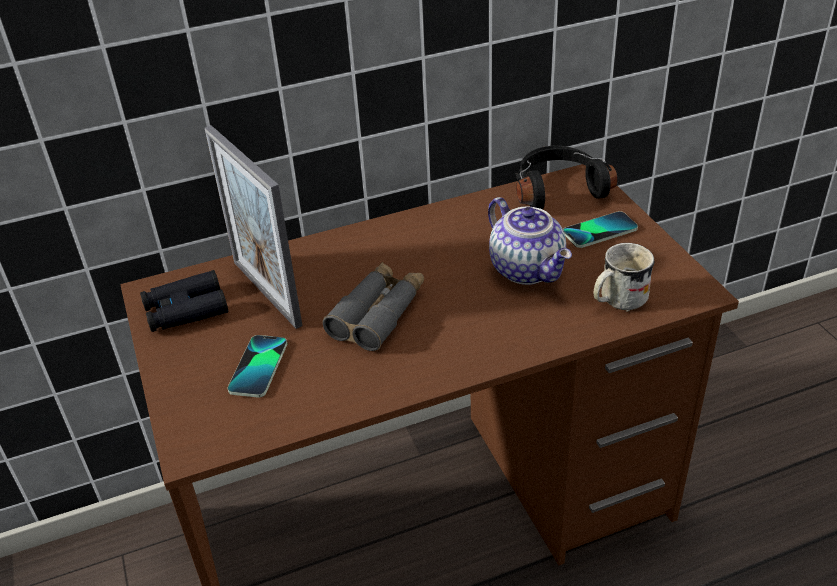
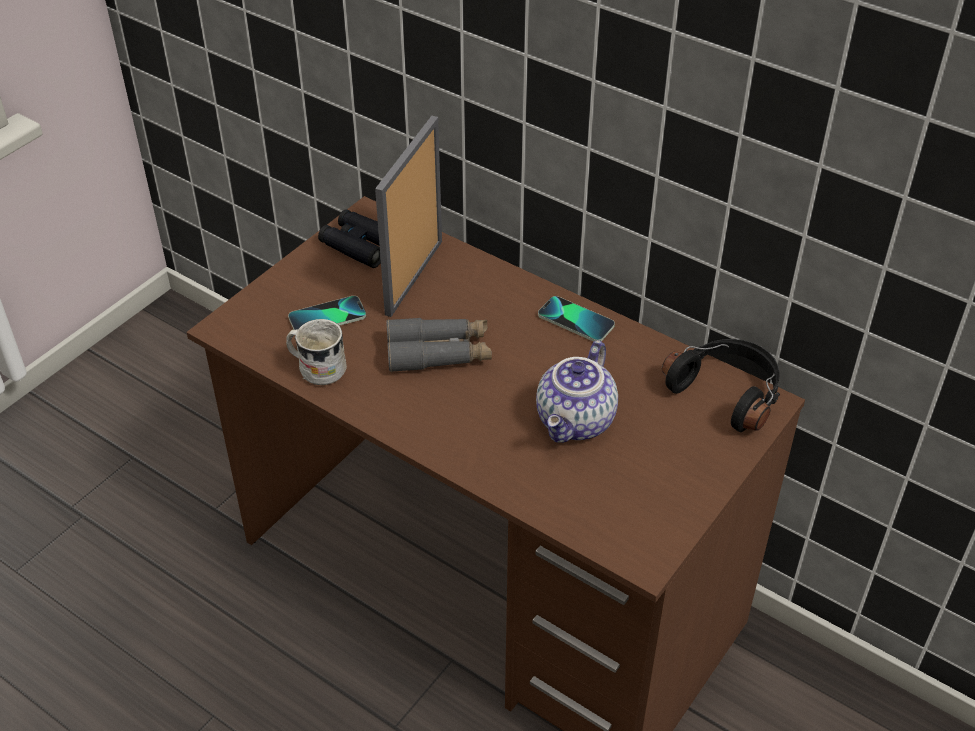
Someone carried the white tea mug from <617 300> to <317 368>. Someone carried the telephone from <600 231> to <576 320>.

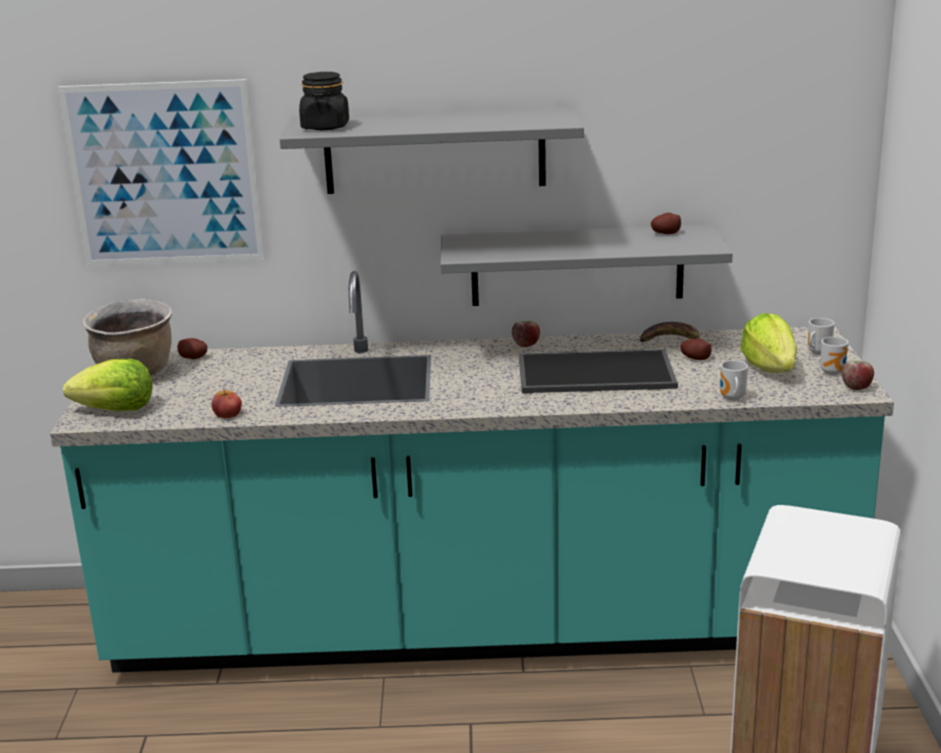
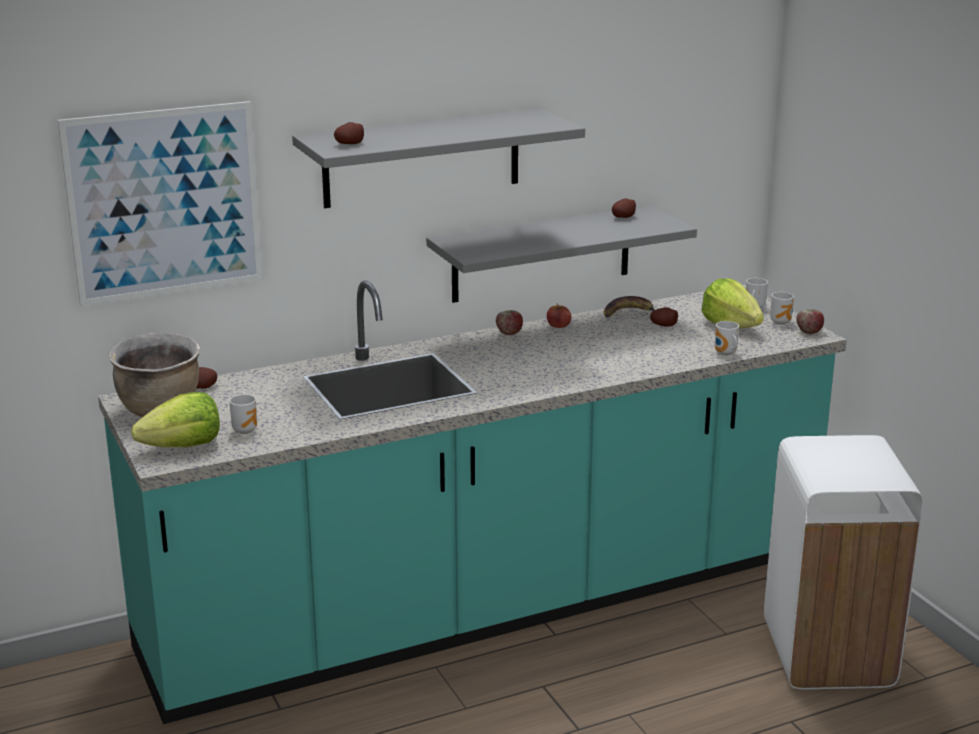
Someone put down the tea mug at <246 430>. Someone swapped the black-coloured preserve jar at <325 127> for the whole potato at <349 144>. Someone carried the apple fruit from <227 414> to <558 325>. Someone took away the serving tray at <594 374>.

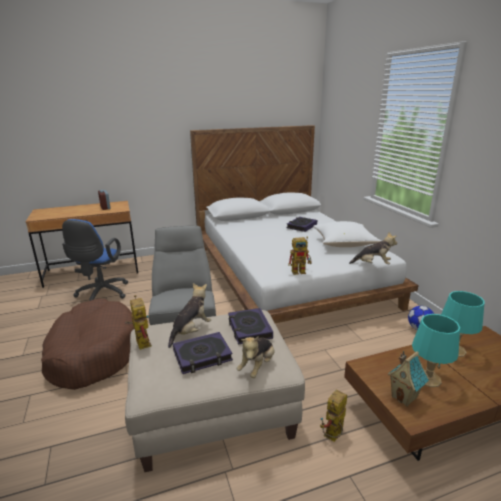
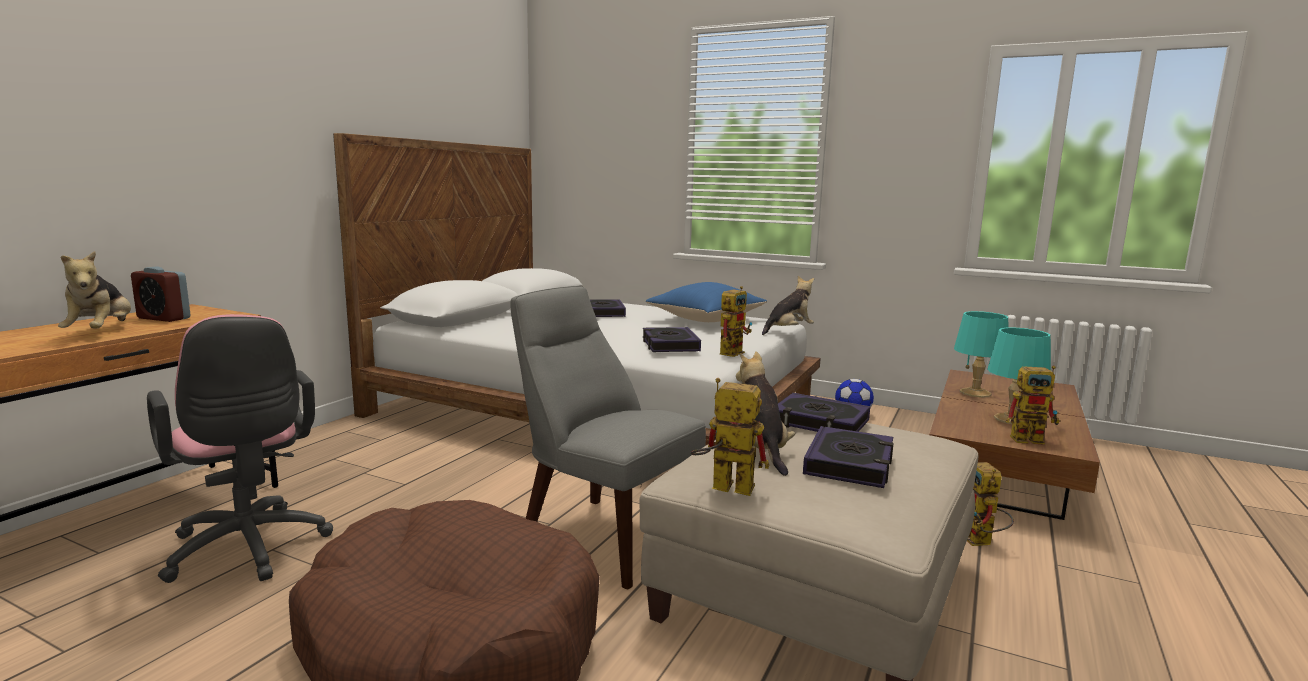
Someone carried the plush toy from <257 366> to <101 332>. Someone repainted the blue computer chair at <101 295>, which became the pink computer chair at <249 551>. Someone put down the book at <670 345>. Someone repainted the white cushion at <344 244>, which became the blue cushion at <706 320>. Someone swapped the model house at <404 397> for the toy robot at <1033 439>.

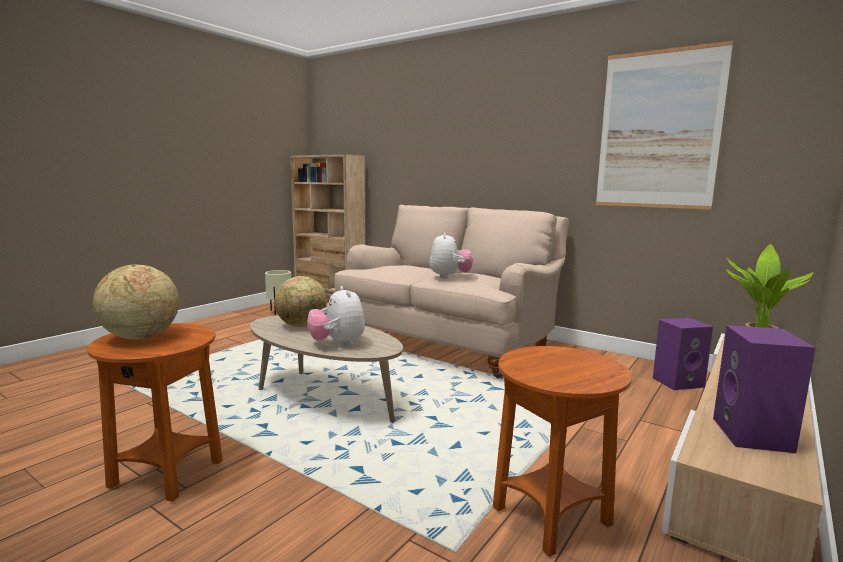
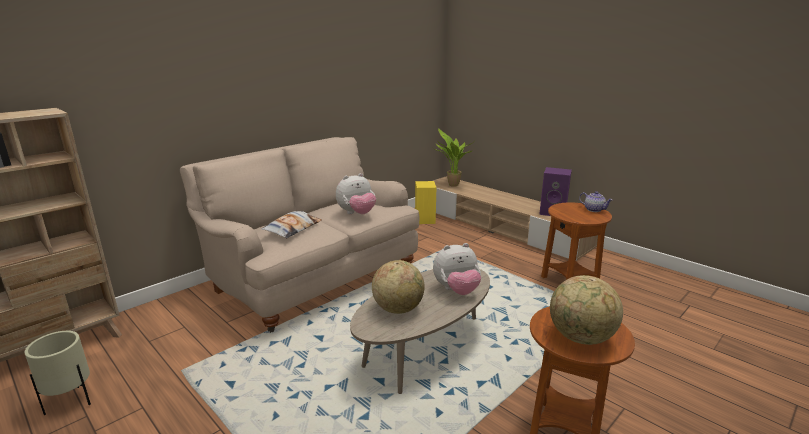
Someone put down the cushion at <292 228>. Someone rotated the plush toy at <450 277> by 135 degrees clockwise. Someone repainted the purple-coloured audio speaker at <678 382>, which became the yellowish audio speaker at <424 219>. Someone put down the tea pot at <593 209>. Someone took away the picture at <658 130>.

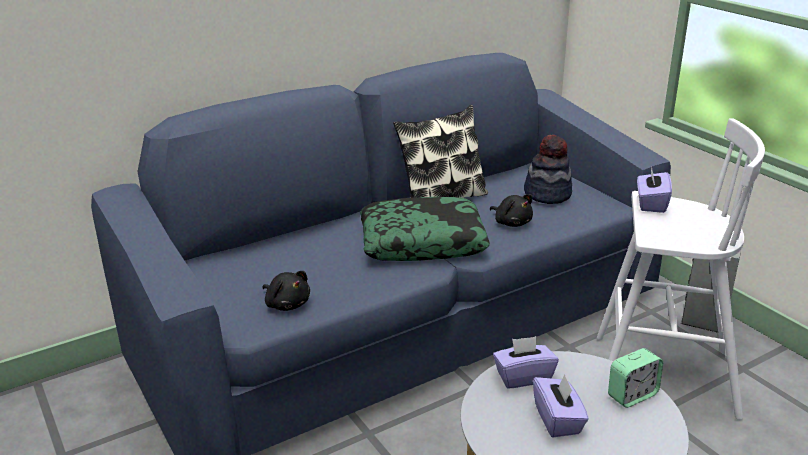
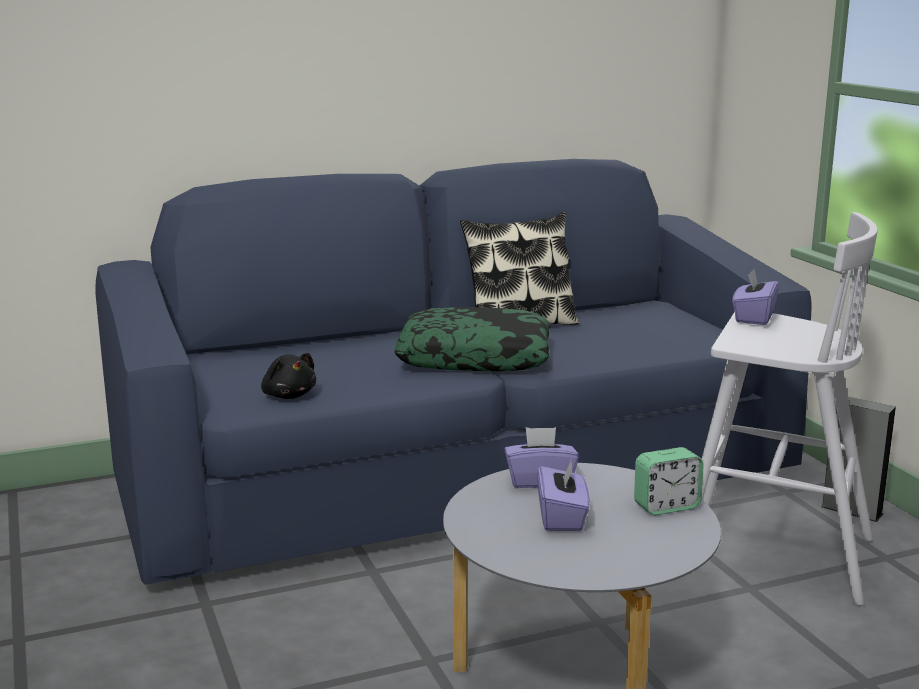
Someone took away the black-coloured plush toy at <511 222>. Someone took away the wearable hat at <547 194>.

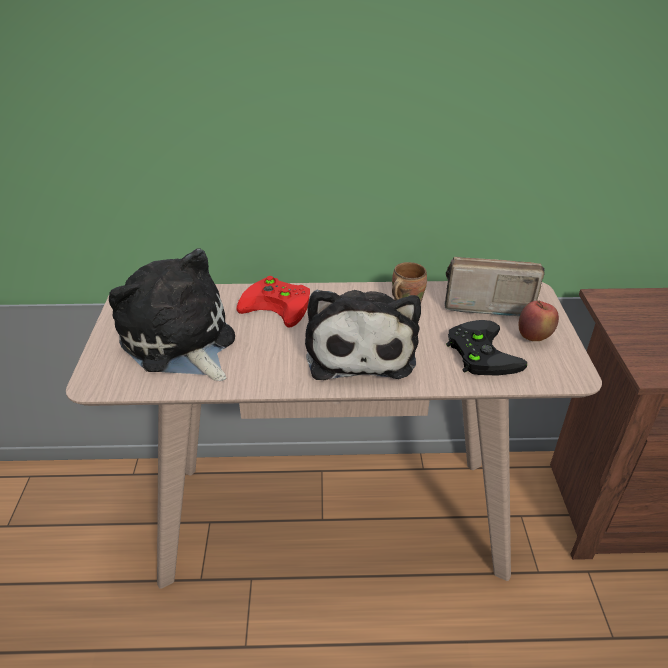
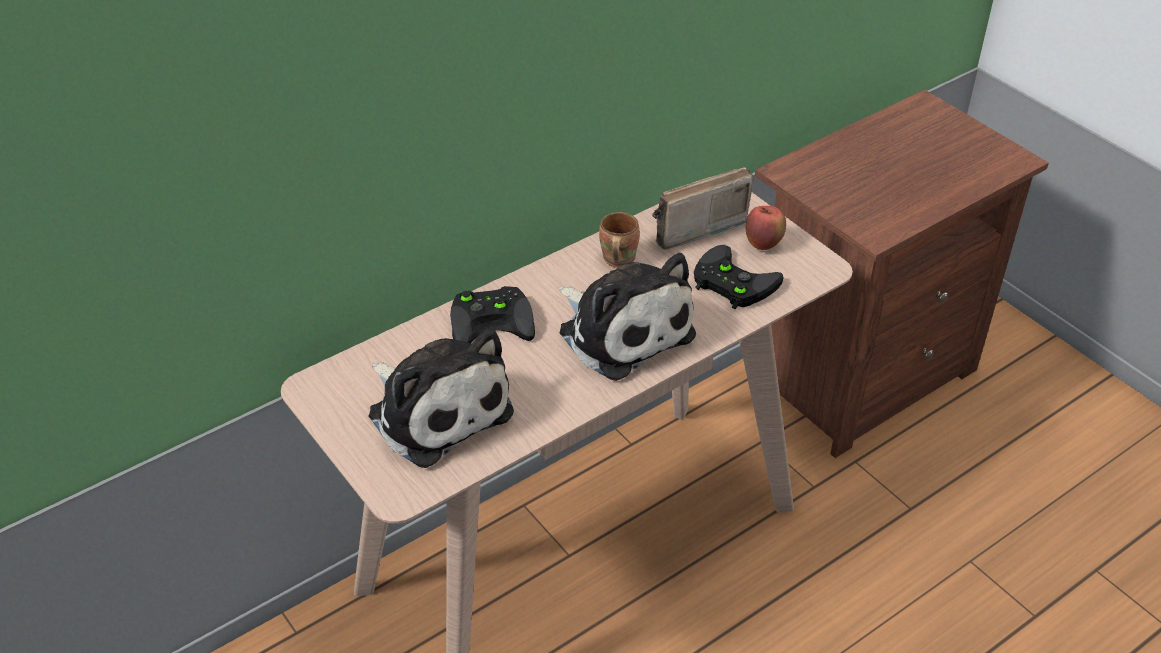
Someone rotated the plush toy at <180 342> by 150 degrees counterclockwise. Someone repainted the red game controller at <280 305>, which became the black-coloured game controller at <493 320>.

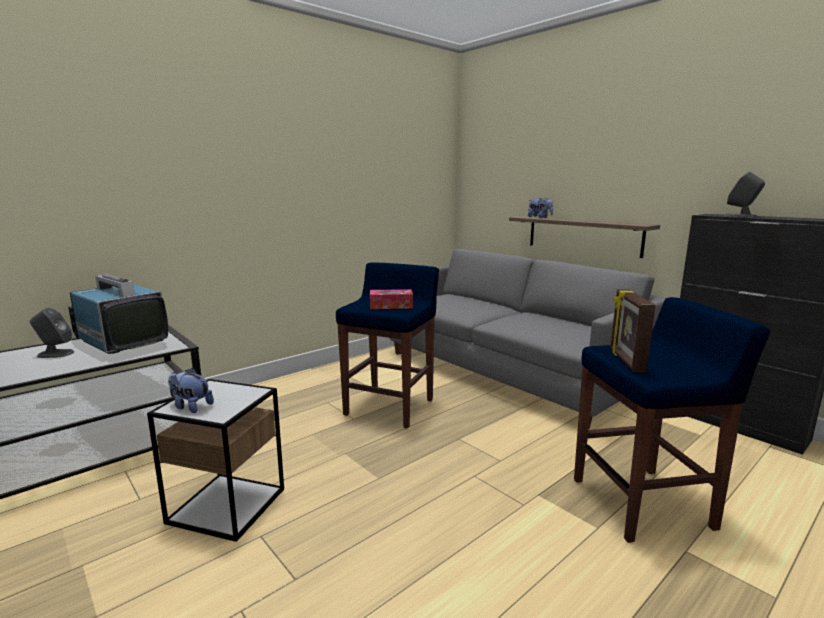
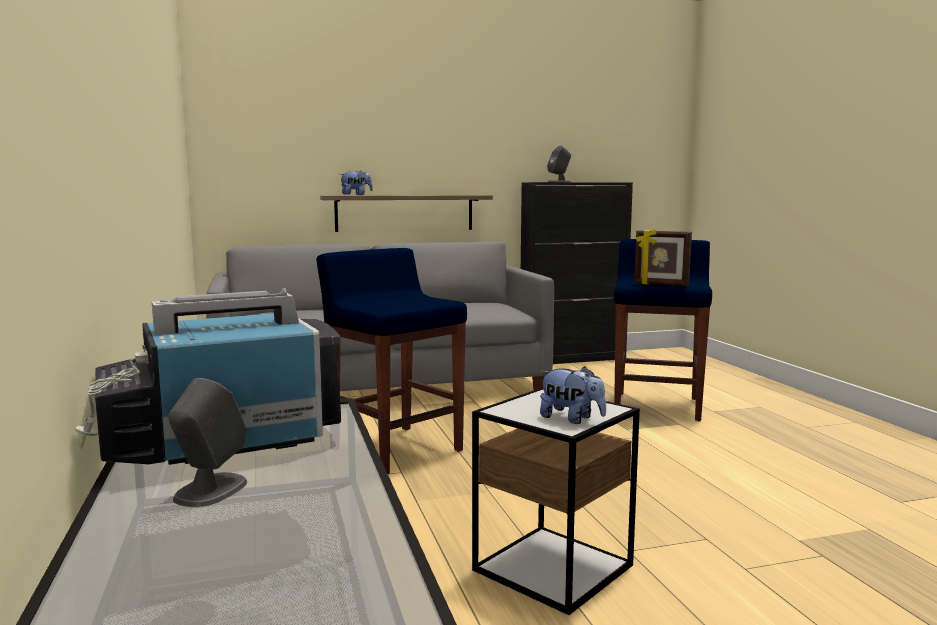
Someone rotated the plush toy at <191 406> by 105 degrees counterclockwise. Someone took away the box of tissues at <391 306>.

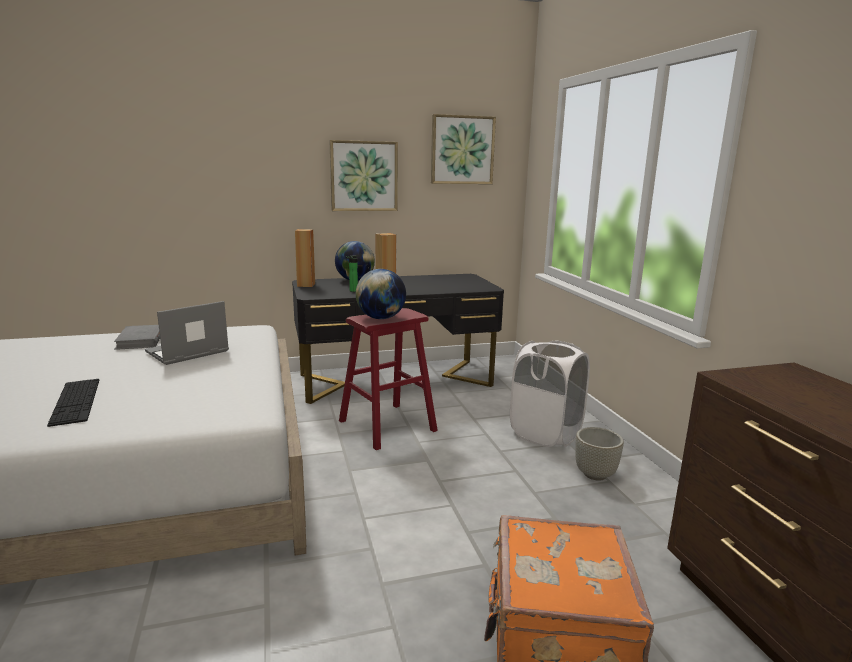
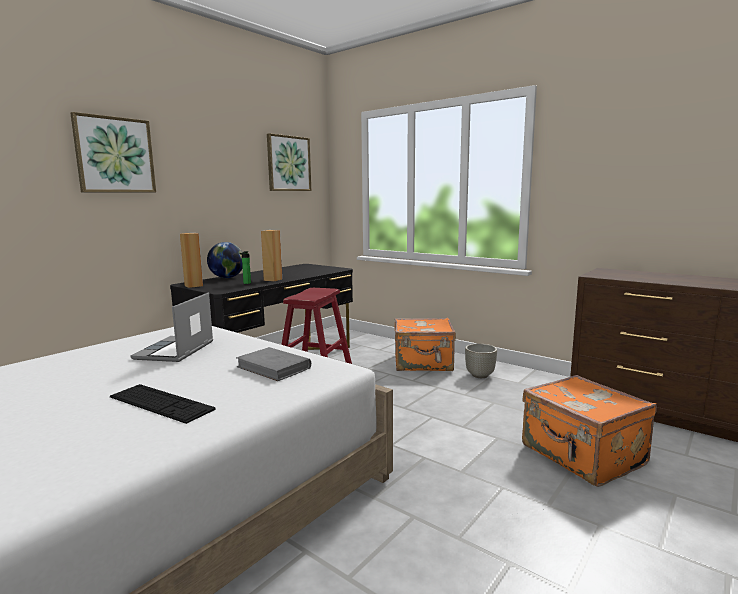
Someone carried the picture from <364 176> to <115 155>. Someone carried the grey book from <141 340> to <274 367>. Someone swapped the white hamper at <545 434> for the orange-coloured travel case at <423 364>. Someone took away the world globe at <381 318>.

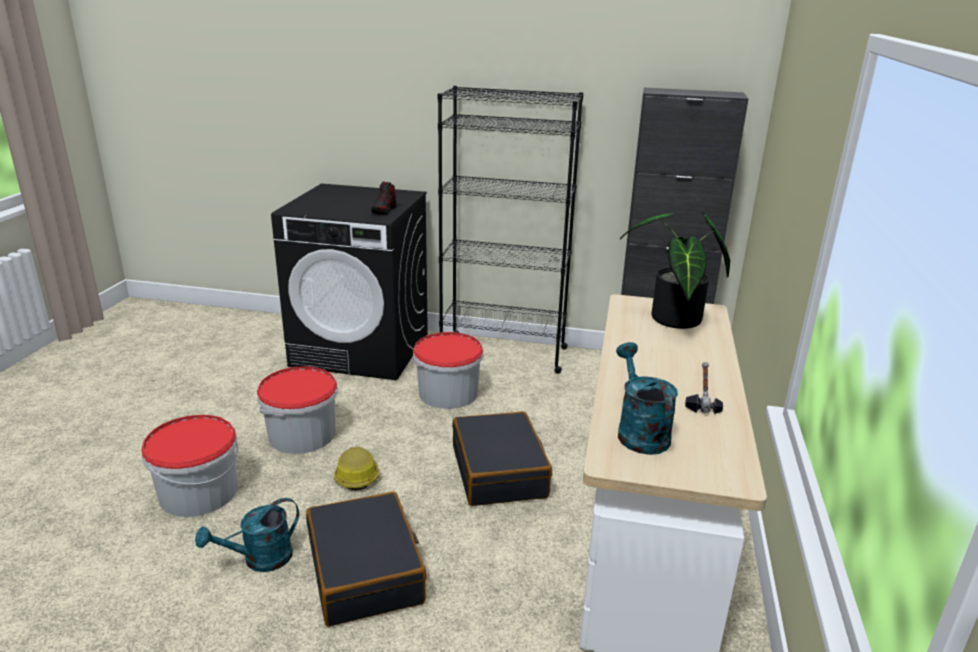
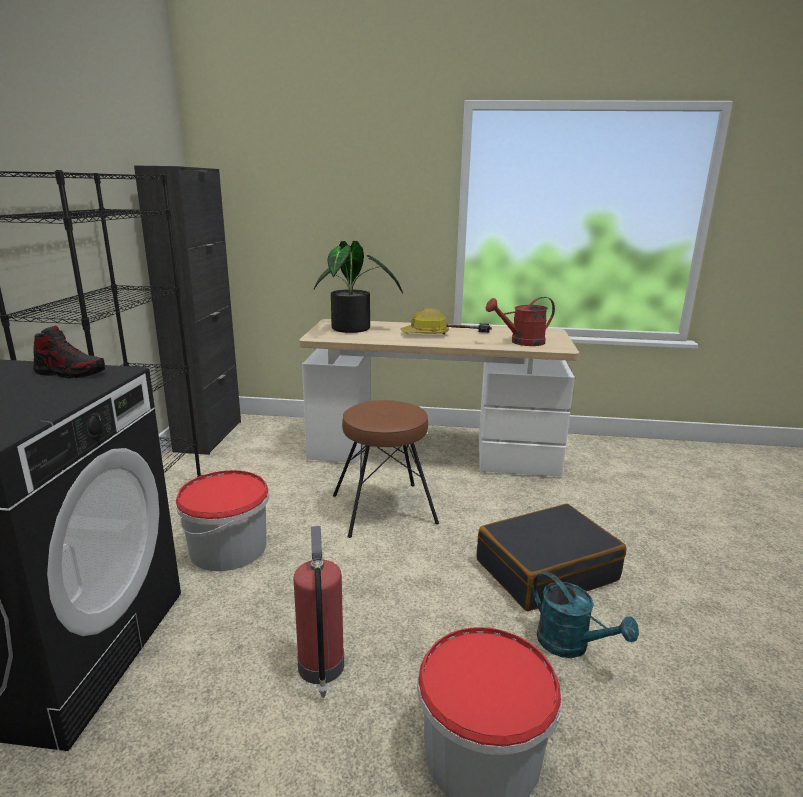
Someone swapped the bucket at <302 434> for the fire extinguisher at <321 667>. Someone swapped the black-coloured travel case at <499 471> for the brownish stool seat at <384 509>. Someone carried the hard hat from <356 475> to <425 334>. Someone repainted the blue-green watering can at <639 431>, which became the red watering can at <521 342>.

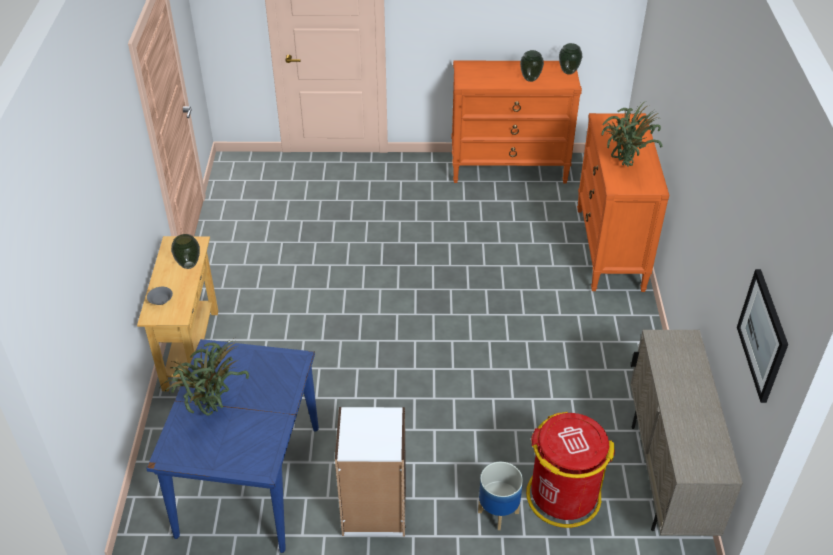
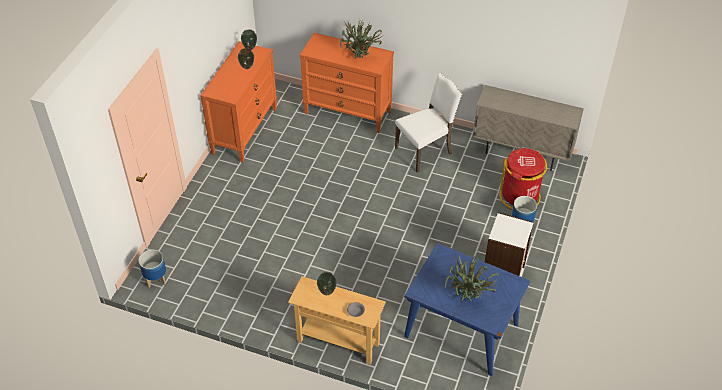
Someone put down the plant pot at <155 279>. Someone put down the white plain chair at <425 151>. Someone took away the picture at <763 335>.

